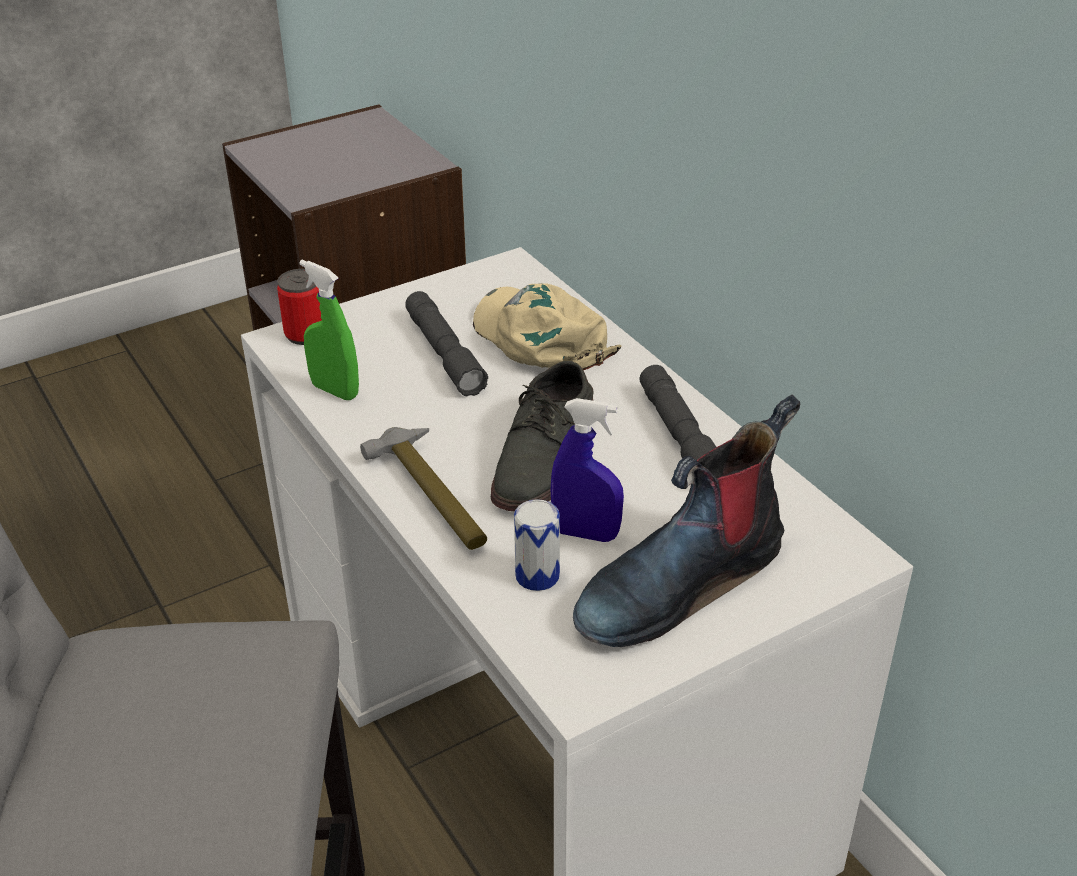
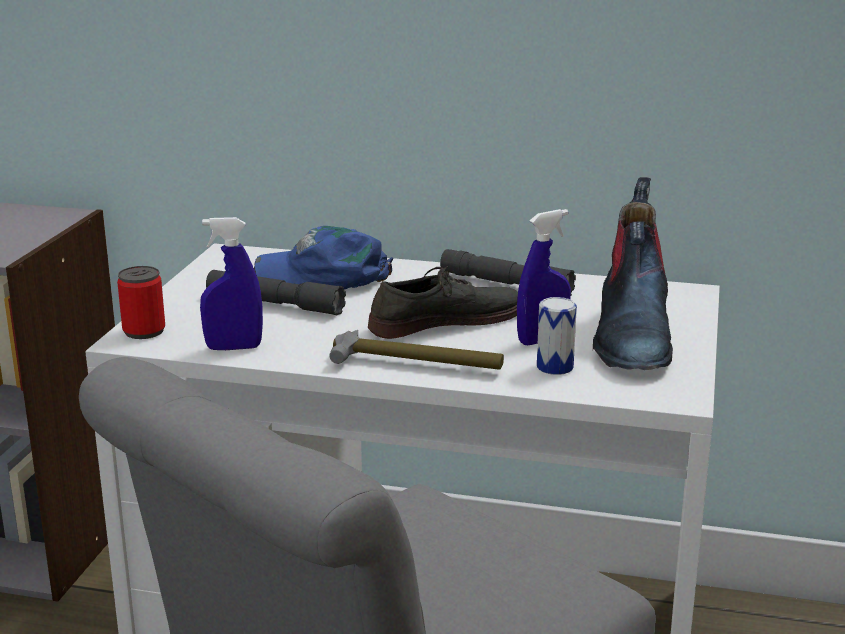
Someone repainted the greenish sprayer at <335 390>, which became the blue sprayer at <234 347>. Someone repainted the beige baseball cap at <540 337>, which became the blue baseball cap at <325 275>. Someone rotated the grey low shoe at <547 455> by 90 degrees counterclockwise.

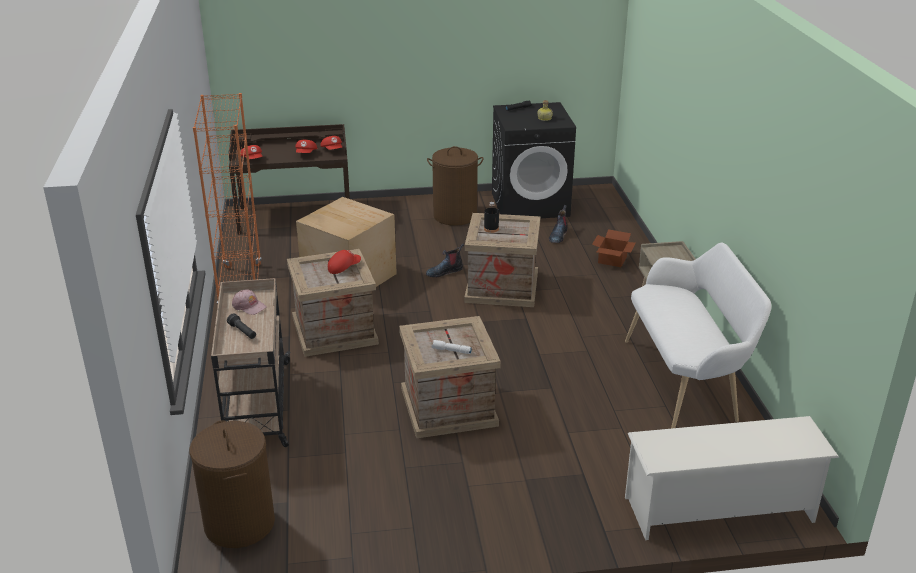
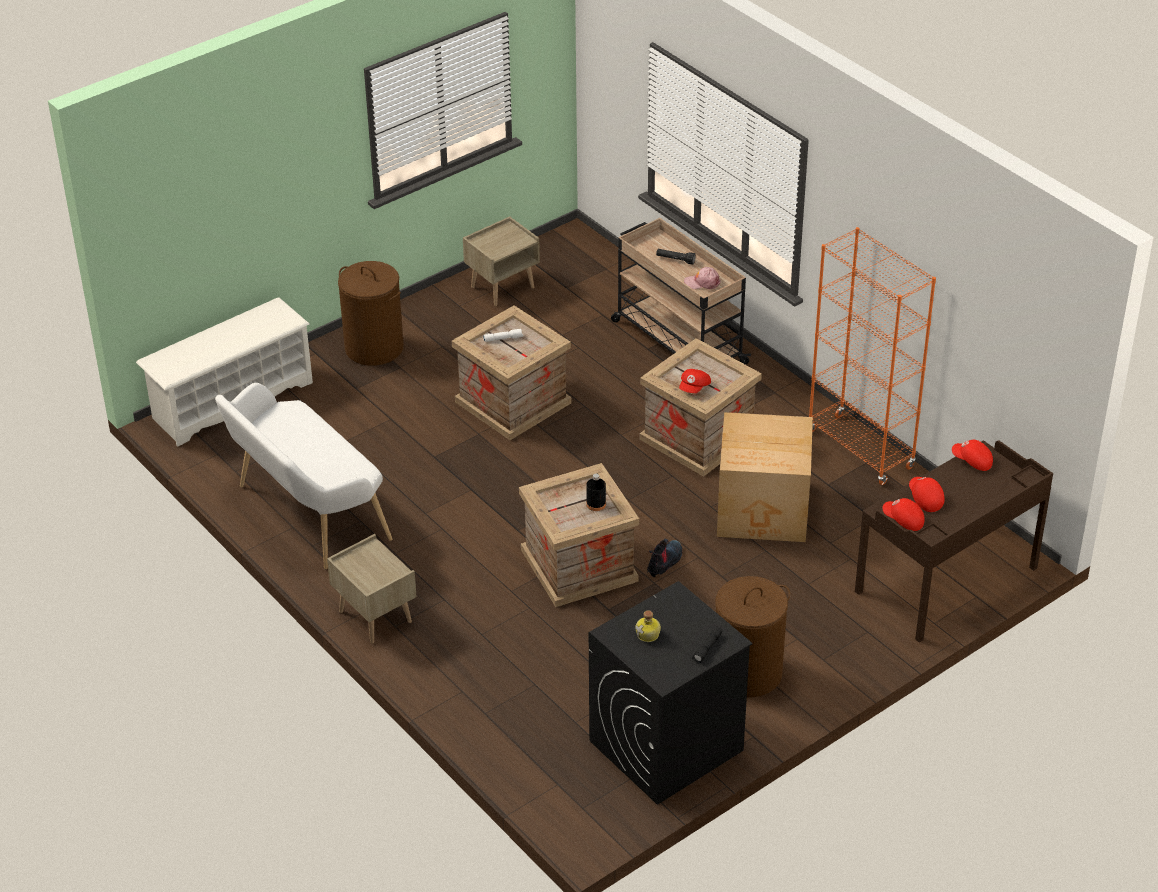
Someone carried the brownish hamper from <239 523> to <374 348>. Someone put down the beige night table at <502 287>. Someone took away the tall boot at <558 235>. Someone took away the packing box at <611 260>.

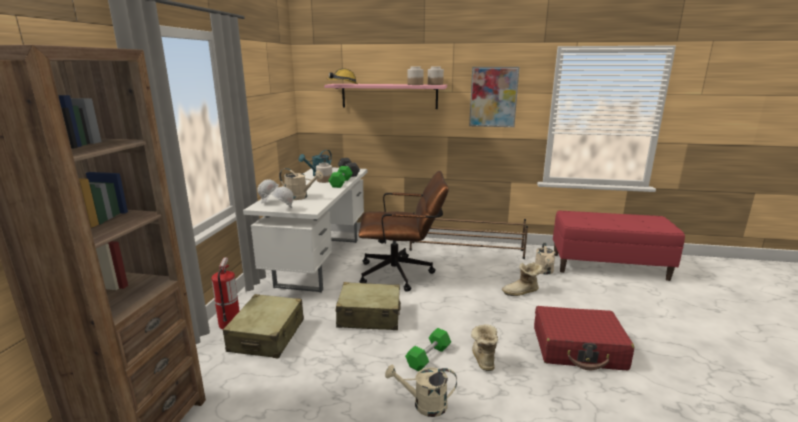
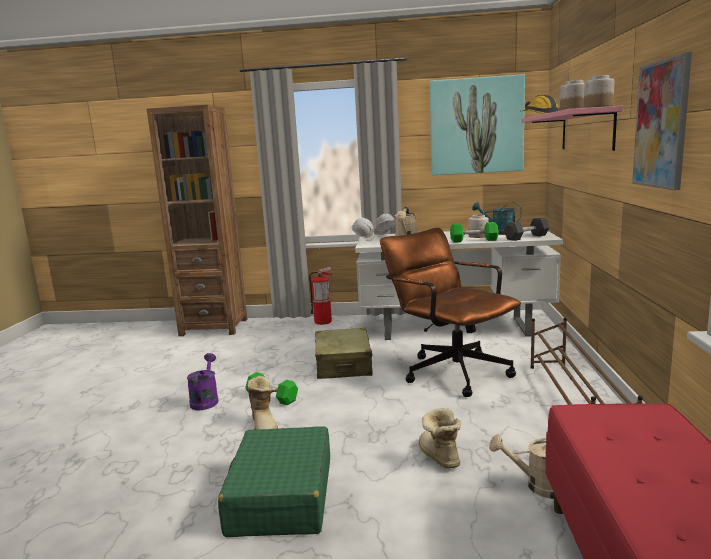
Someone repainted the beige watering can at <424 405>, which became the purple-coloured watering can at <205 400>. Someone repainted the red travel case at <578 348>, which became the greenish travel case at <281 496>. Someone rotated the tall boot at <482 359> by 75 degrees clockwise. Someone rotated the brownish computer chair at <402 274> by 150 degrees clockwise. Someone put up the picture at <476 126>. Someone took away the beige travel case at <267 335>.

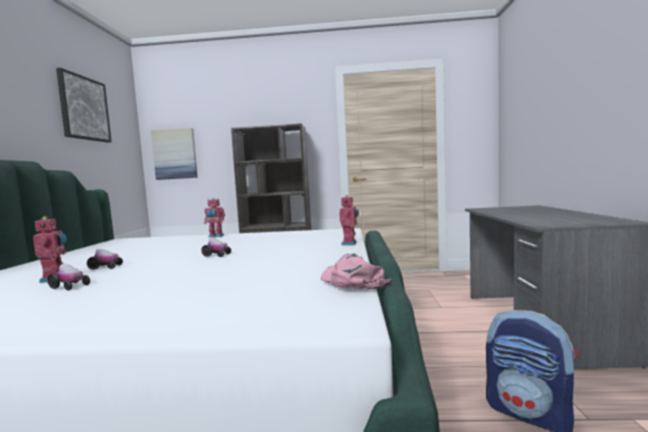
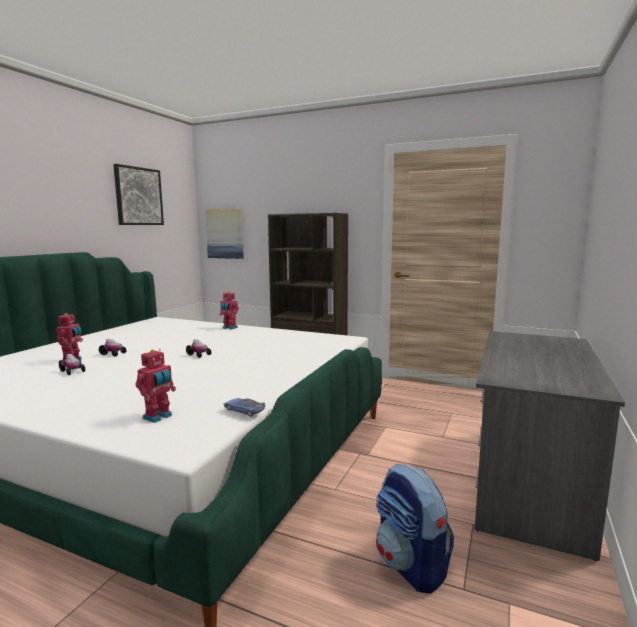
Someone carried the toy robot from <350 243> to <158 417>. Someone swapped the pink baseball cap at <352 281> for the miniature car at <244 410>.

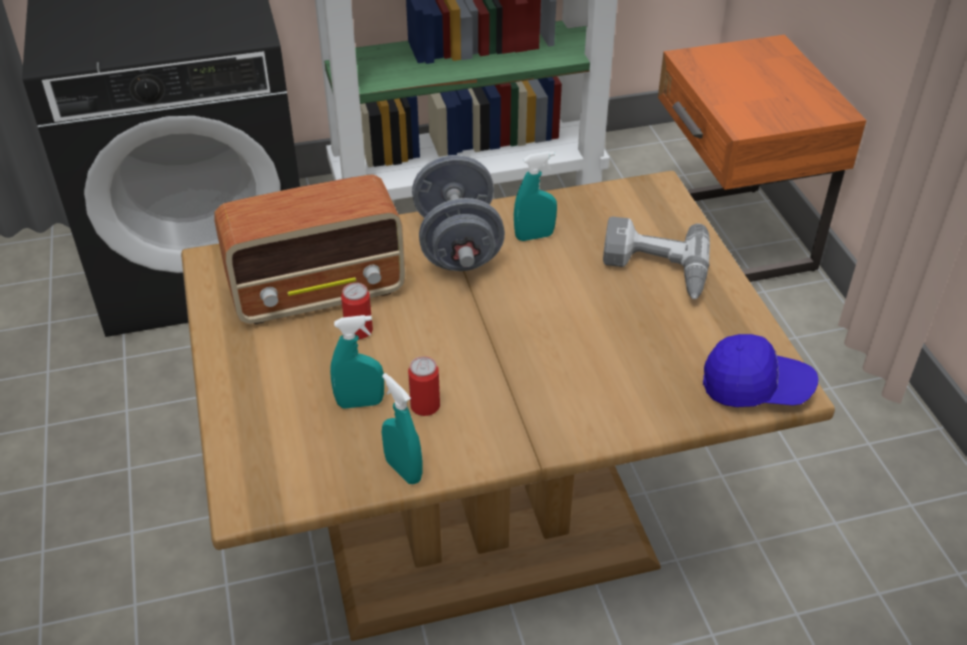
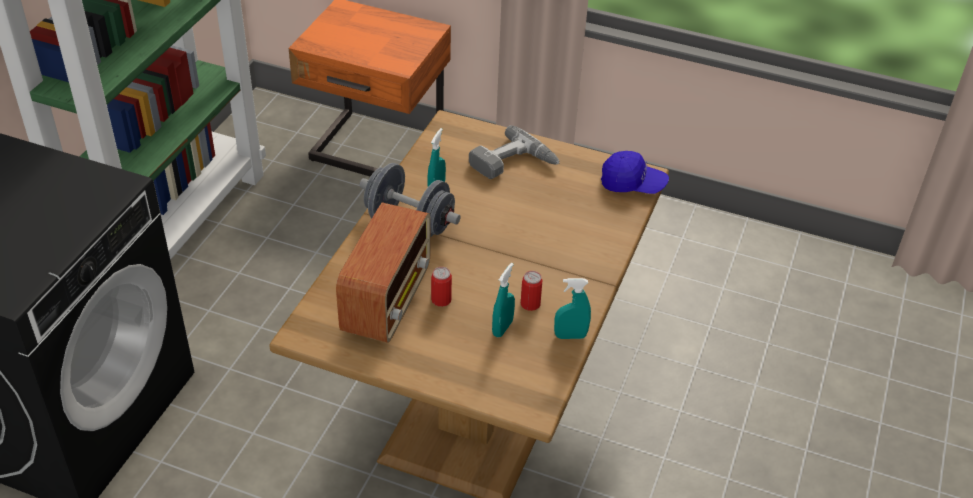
Someone rotated the blue baseball cap at <755 387> by 60 degrees clockwise.

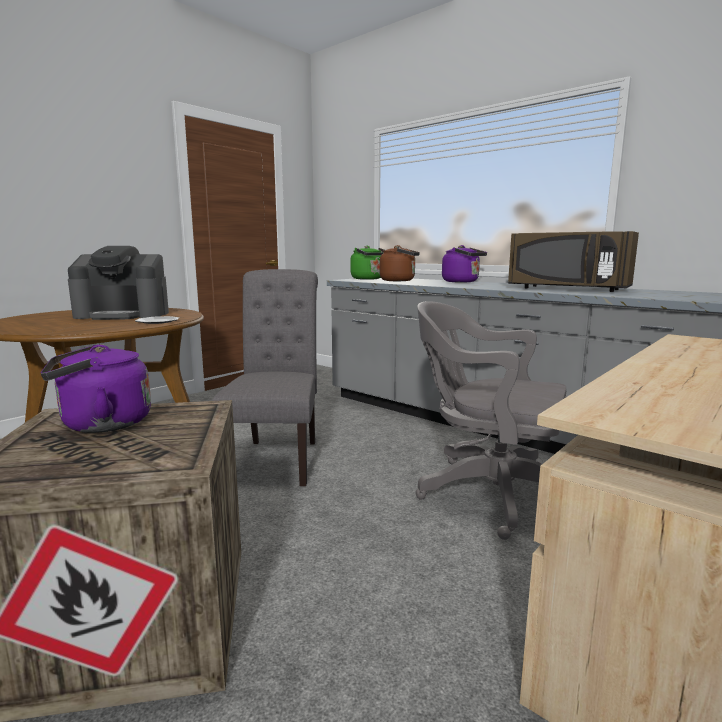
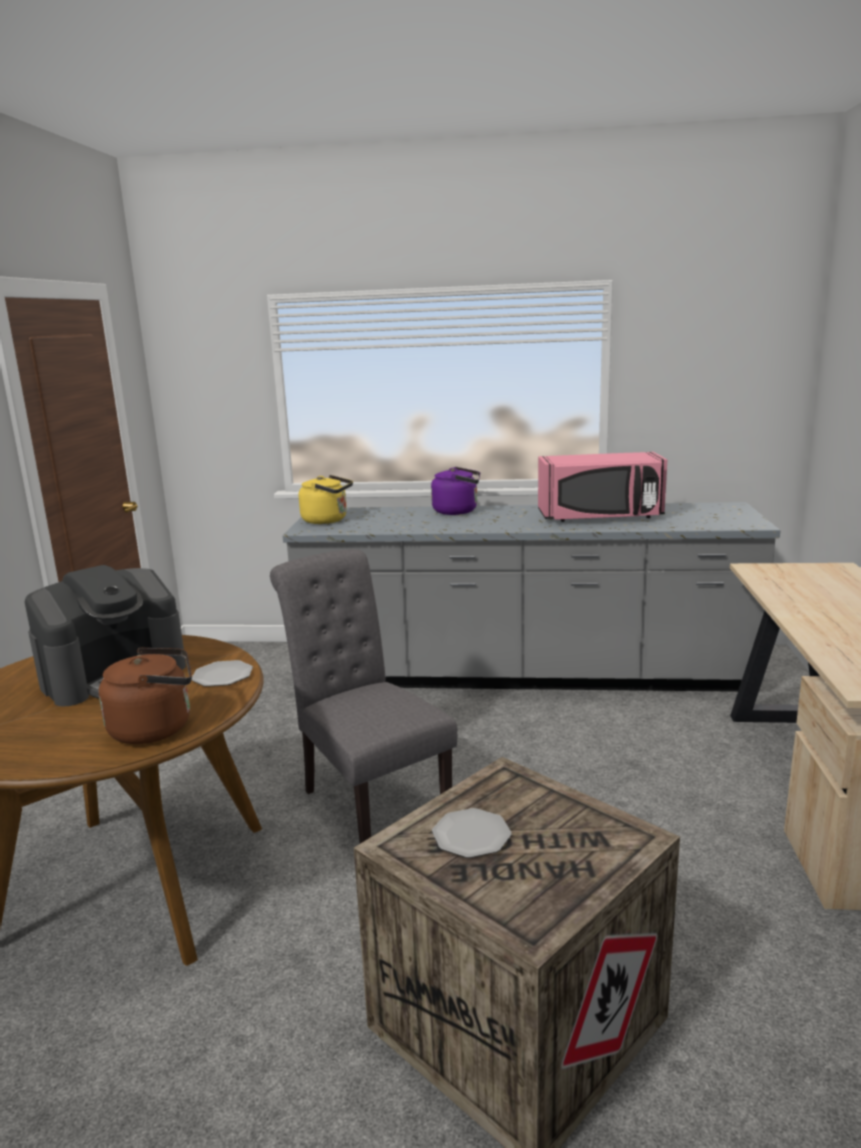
Someone carried the brownish water kettle from <400 280> to <156 728>. Someone repainted the greenish water kettle at <369 279>, which became the yellowish water kettle at <327 520>. Someone swapped the purple-coloured water kettle at <101 424> for the dinner plate at <470 836>. Someone repainted the brownish microwave oven at <567 289>, which became the pink microwave oven at <601 517>. Someone took away the grey computer chair at <488 492>.

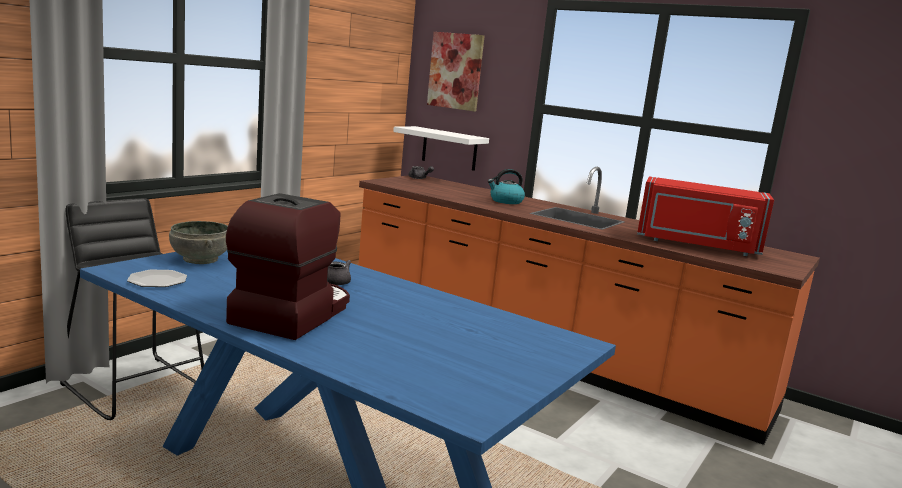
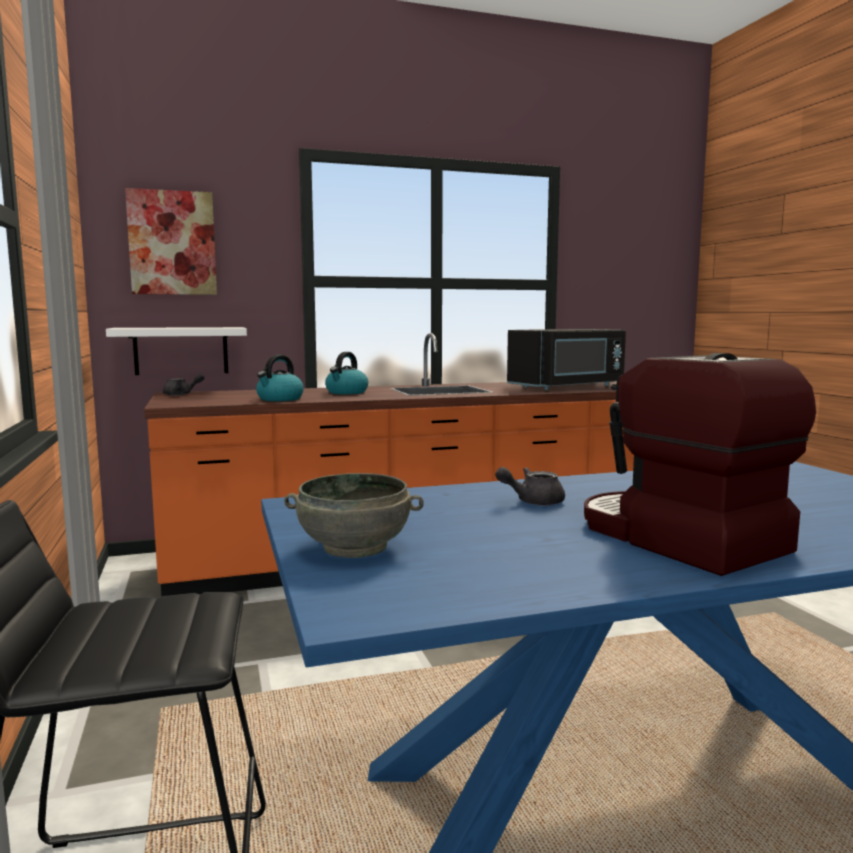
Someone put down the water kettle at <279 399>. Someone repainted the red microwave oven at <697 245>, which became the black-coloured microwave oven at <568 387>. Someone took away the dinner plate at <158 281>.

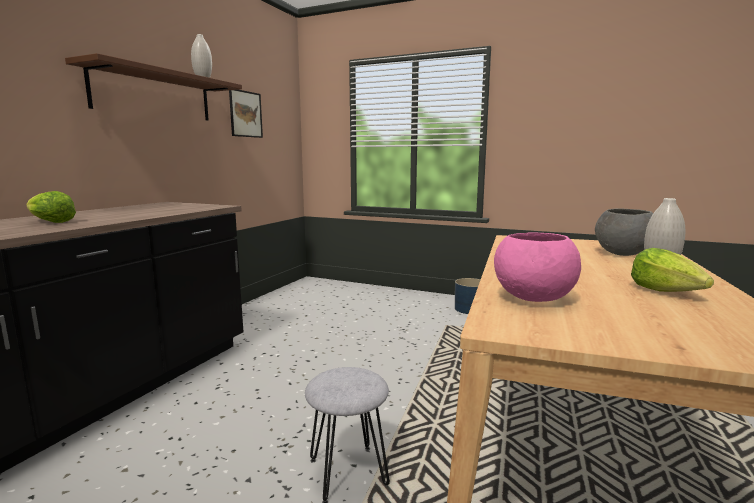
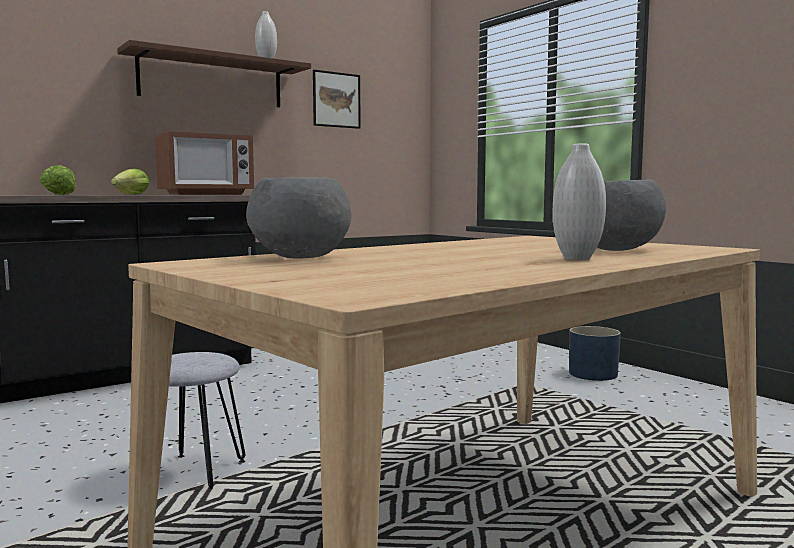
Someone carried the lettuce head from <666 291> to <131 194>. Someone put down the microwave oven at <206 194>. Someone repainted the pink deep dish at <533 299>, which became the grey deep dish at <300 258>.

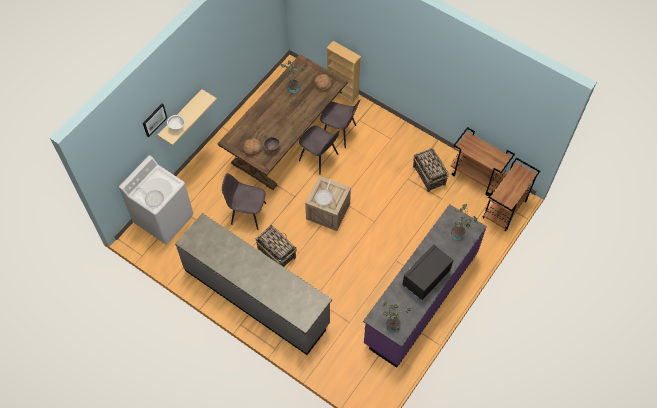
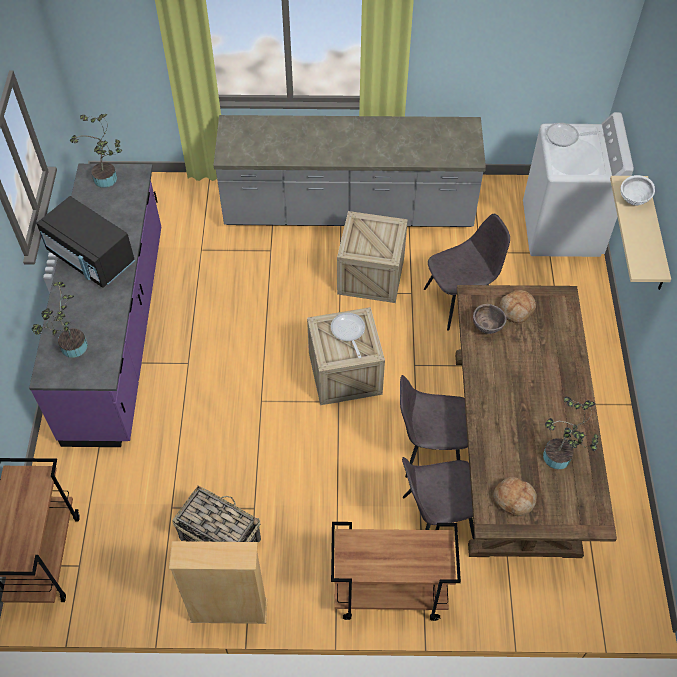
Someone rotated the black-coloured microwave oven at <426 278> by 120 degrees clockwise. Someone carried the beige bookshelf from <342 92> to <229 611>. Someone carried the brownish cart from <476 176> to <388 593>. Someone swapped the household basket at <276 252> for the shipping crate at <371 275>. Someone took away the picture at <154 119>.

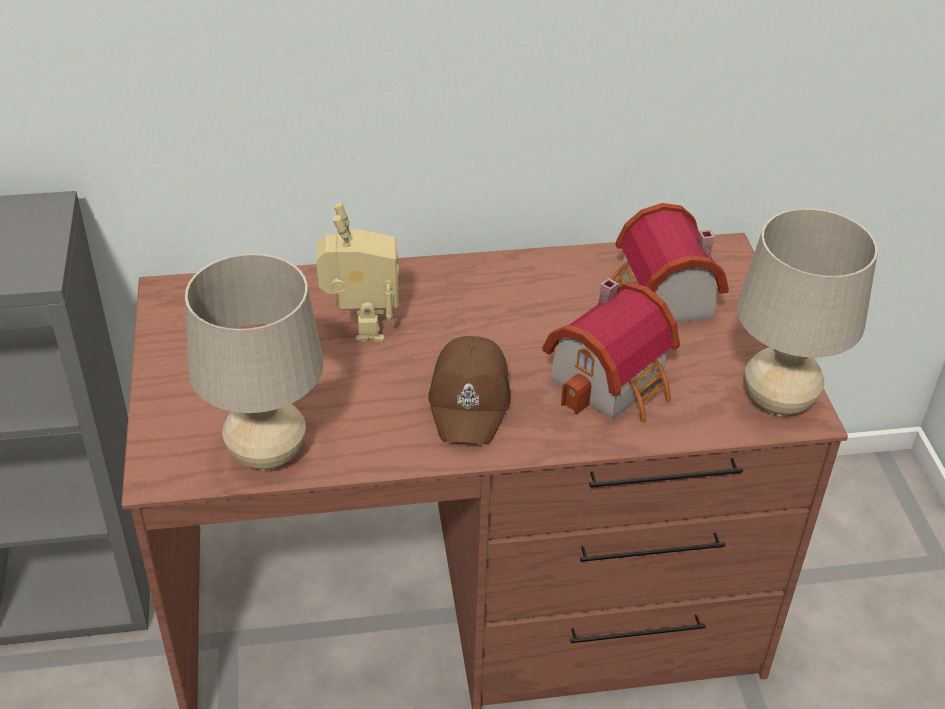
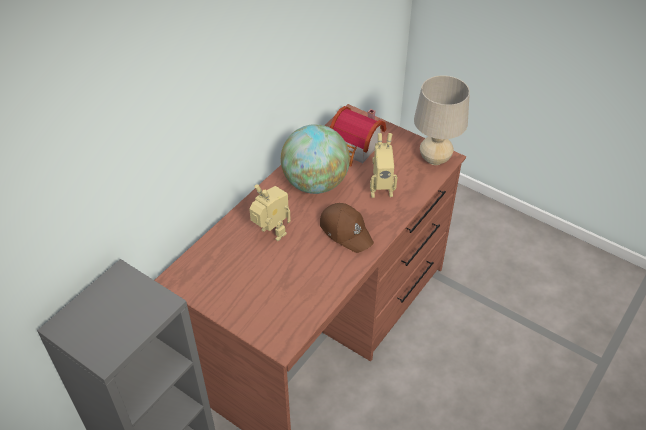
Someone put down the world globe at <315 183>. Someone swapped the model house at <614 382> for the toy robot at <381 189>. Someone took away the beige lamp for a table at <267 454>.

